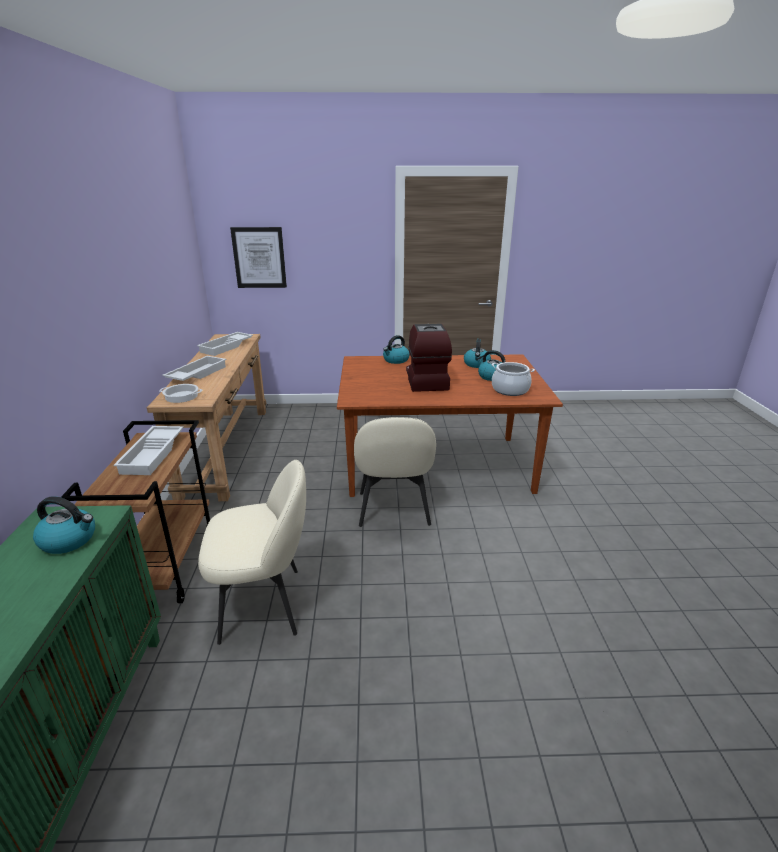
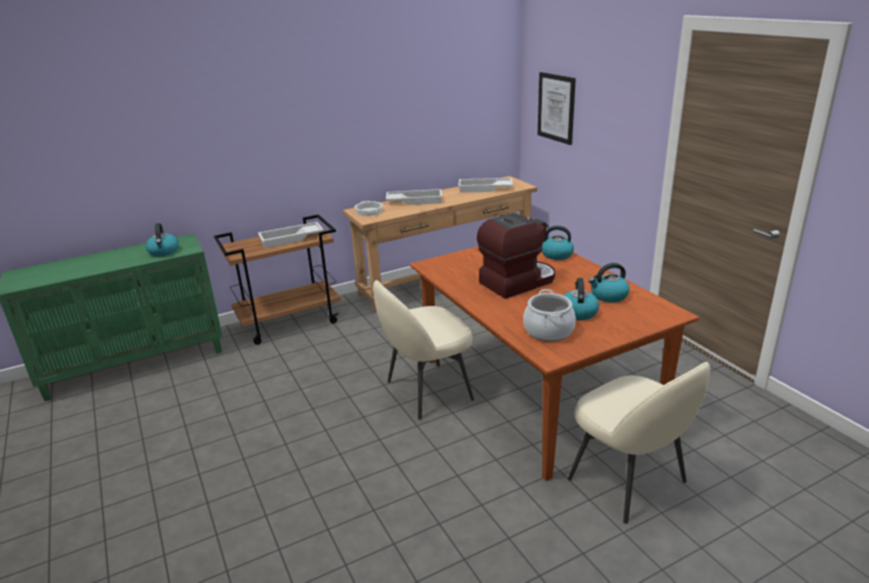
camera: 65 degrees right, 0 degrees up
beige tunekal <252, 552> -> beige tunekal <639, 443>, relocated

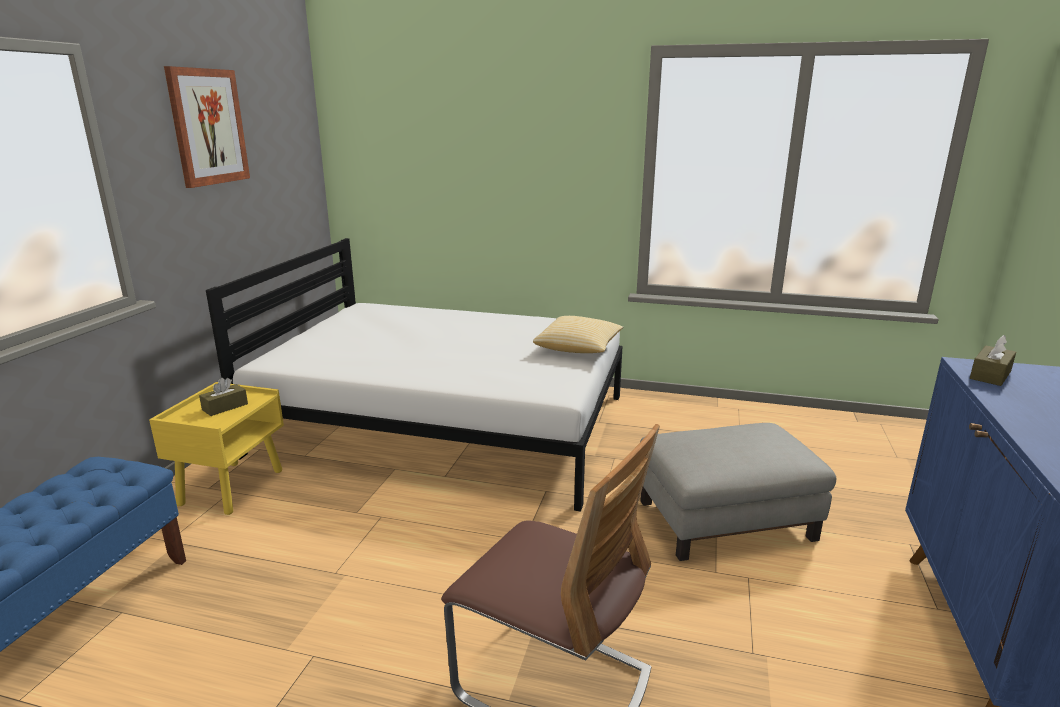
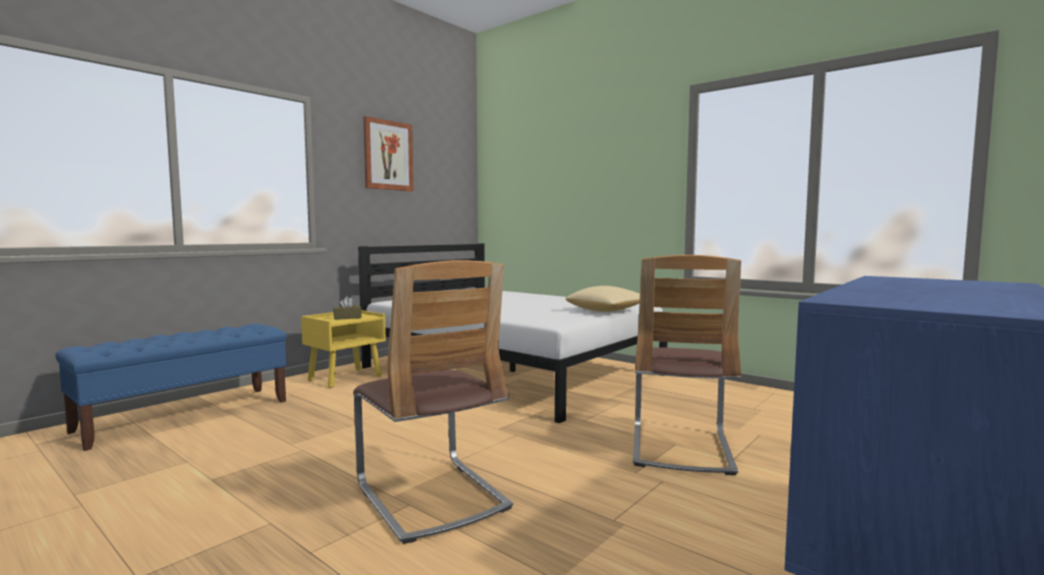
camera: 25 degrees right, 15 degrees down
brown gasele <993, 360> -> none
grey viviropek <738, 492> -> tunekal <687, 365>

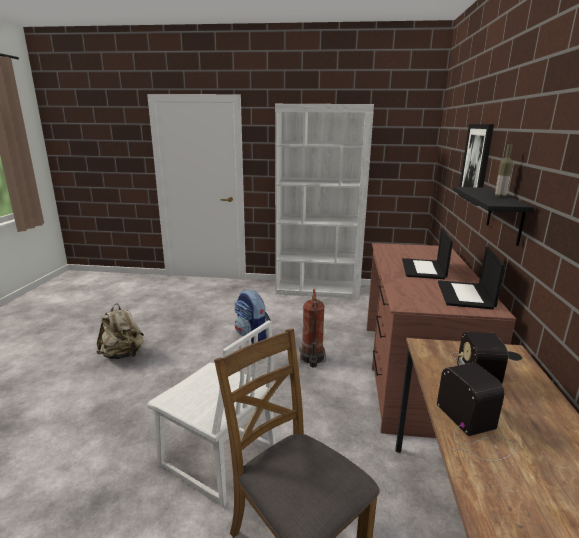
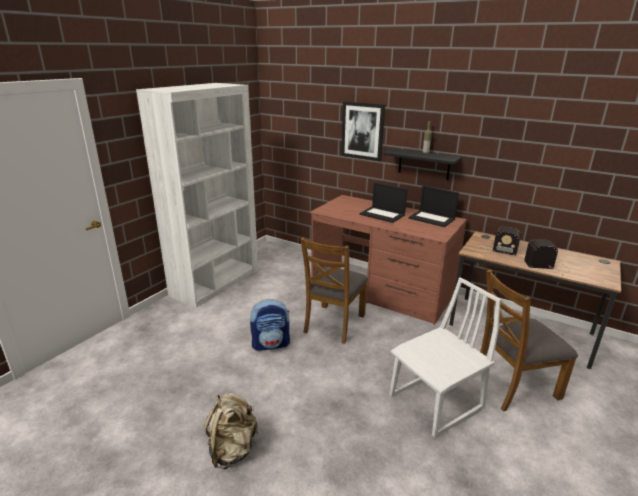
camera: 65 degrees left, 5 degrees up
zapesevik <312, 328> -> brown tunekal <334, 290>

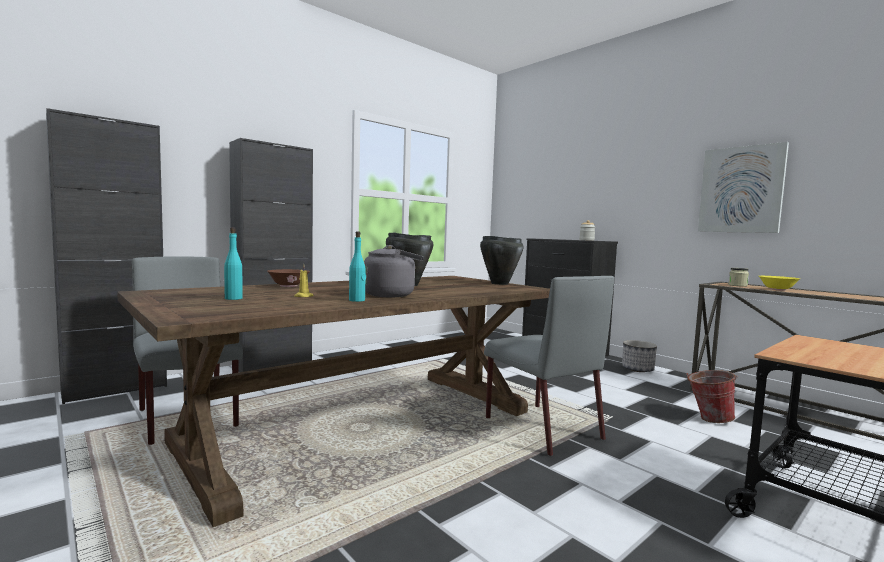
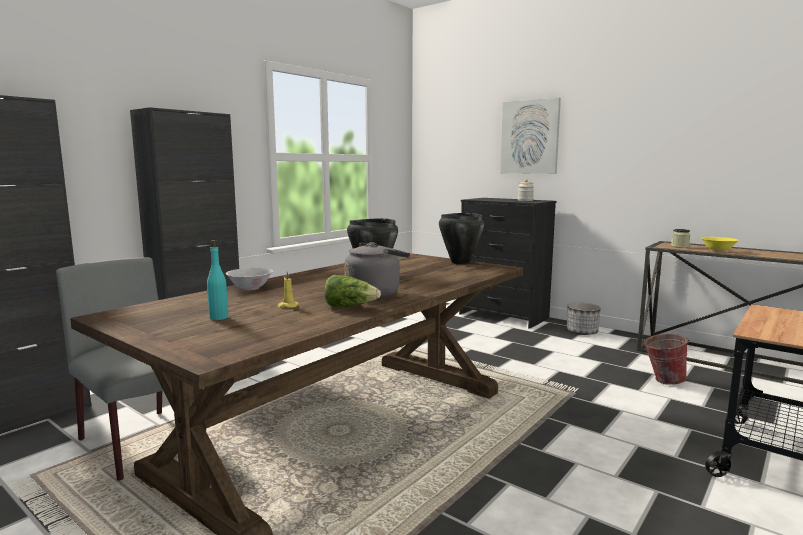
camera: 10 degrees left, 5 degrees up
grey tunekal <549, 366> -> none
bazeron <743, 187> -> bazeron <530, 136>, relocated
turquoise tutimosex <357, 266> -> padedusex <352, 291>
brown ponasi <288, 278> -> white ponasi <249, 279>

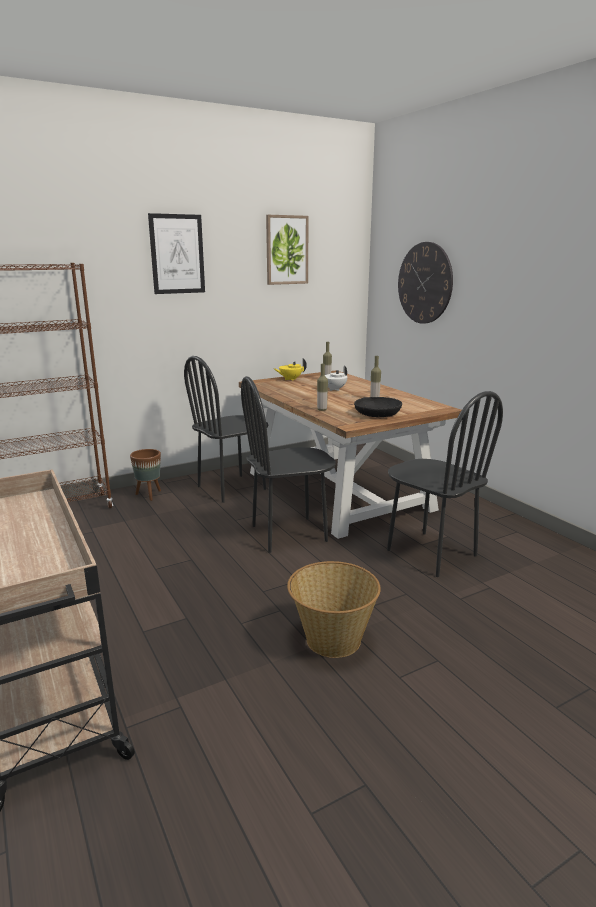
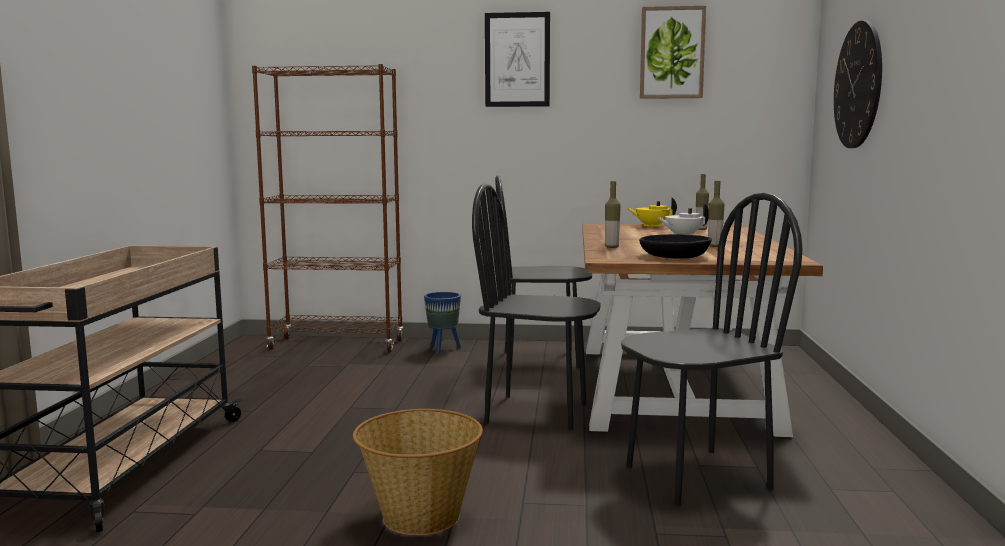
camera: 35 degrees right, 10 degrees down
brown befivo <145, 475> -> blue befivo <442, 323>
black tunekal <445, 484> -> black tunekal <712, 349>, 105 degrees counterclockwise

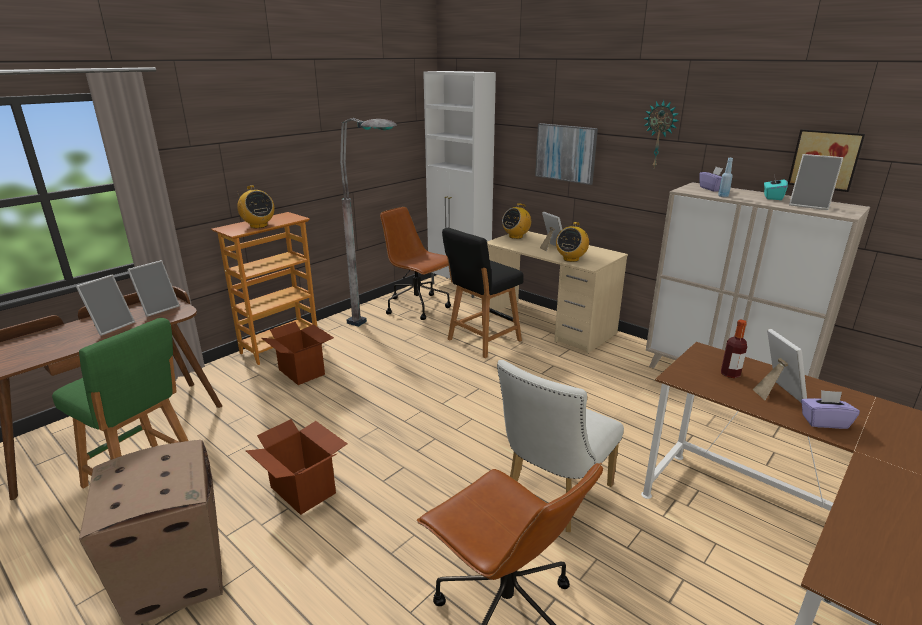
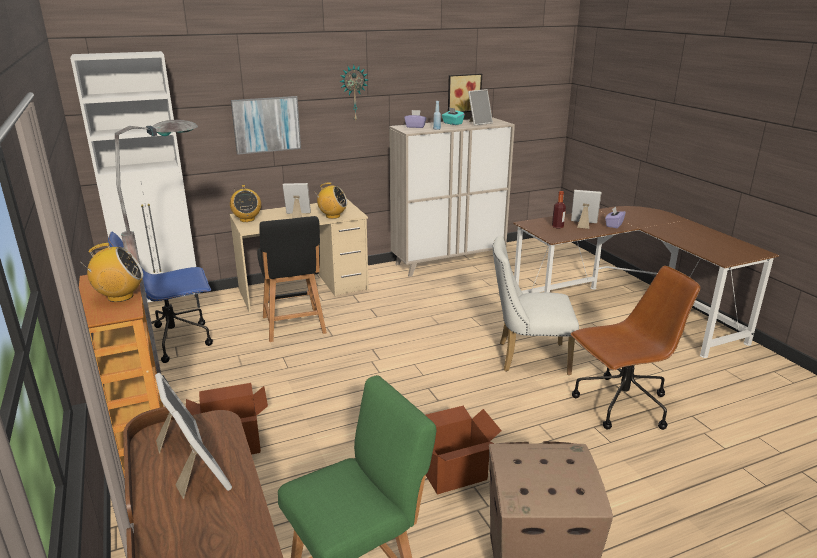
camera: 65 degrees left, 0 degrees up
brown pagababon <415, 263> -> blue pagababon <160, 297>
white tunekal <560, 446> -> white tunekal <536, 305>, 120 degrees clockwise
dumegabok <572, 242> -> dumegabok <330, 200>, 45 degrees counterclockwise

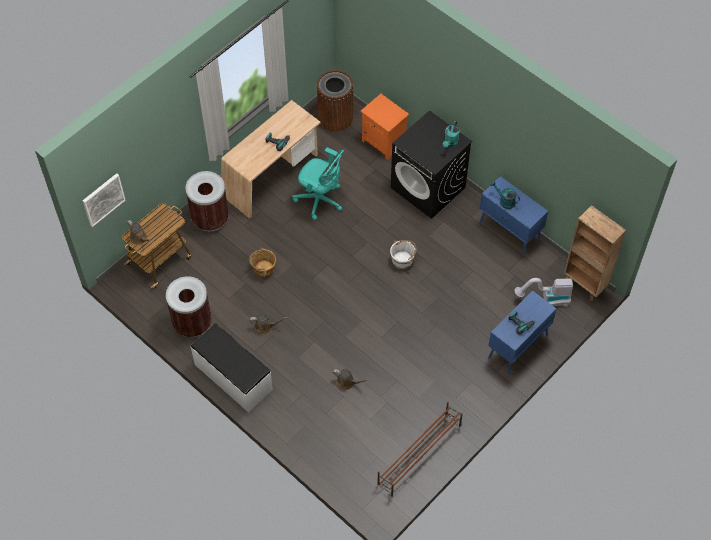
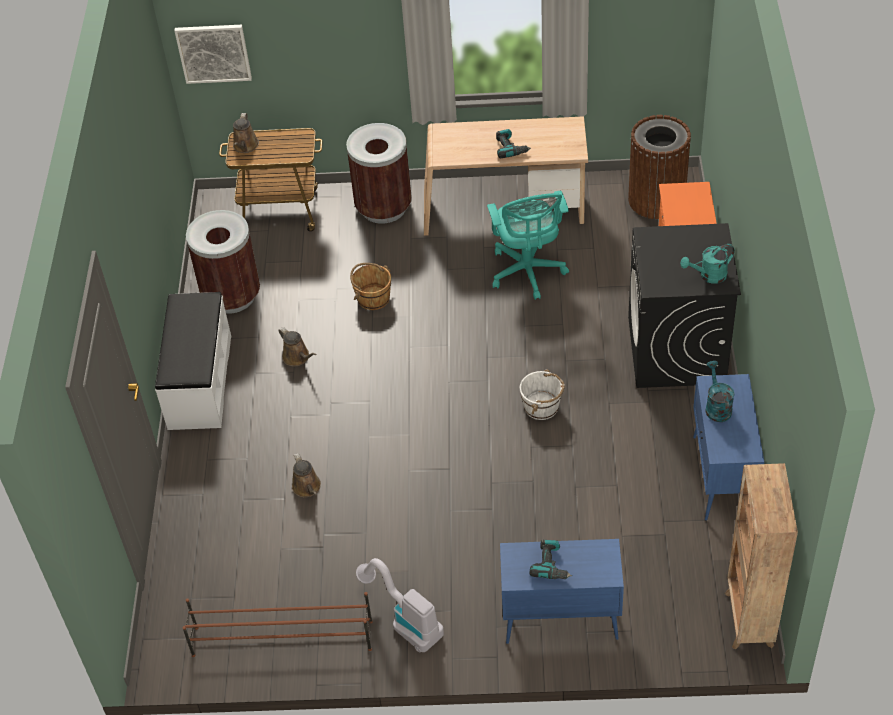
camera: 50 degrees right, 10 degrees down
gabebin <544, 292> -> gabebin <400, 605>, relocated

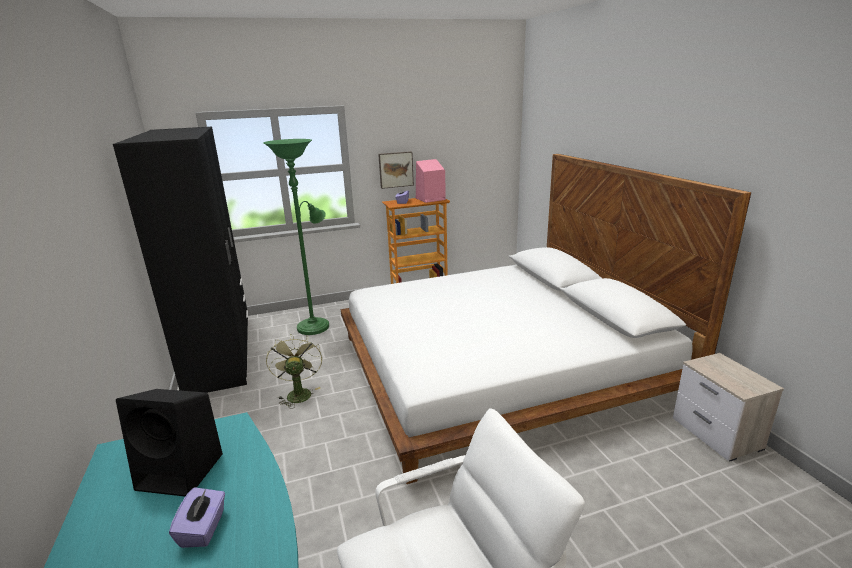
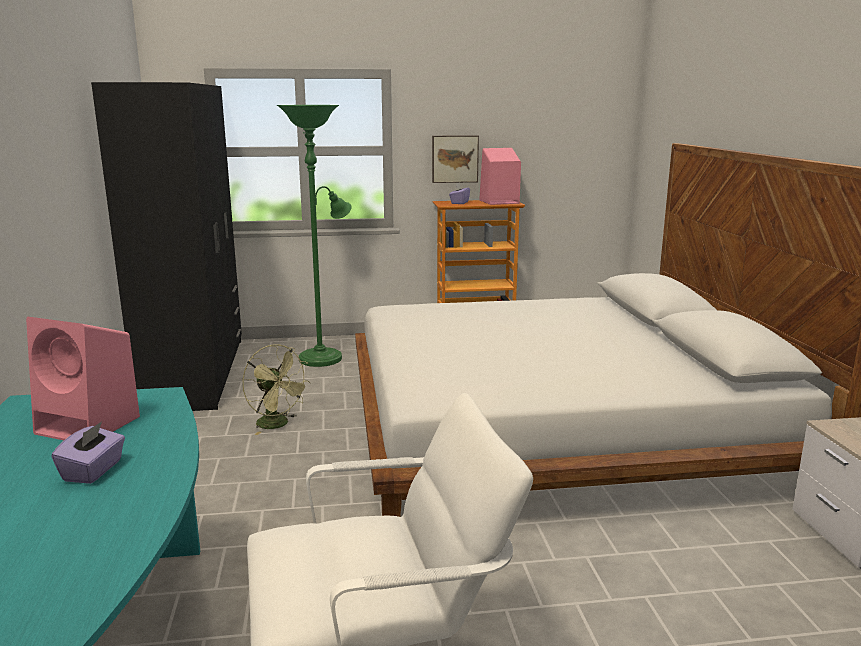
camera: 10 degrees right, 5 degrees down
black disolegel <169, 443> -> pink disolegel <83, 378>
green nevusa <294, 371> -> green nevusa <276, 389>, 135 degrees clockwise

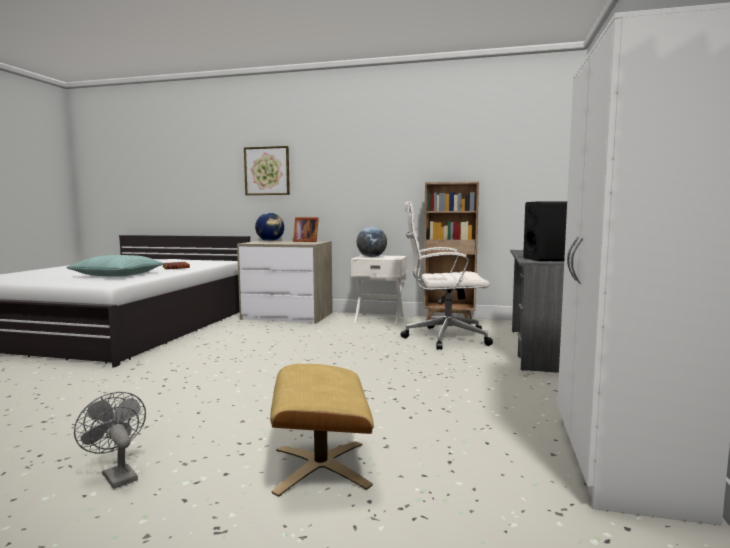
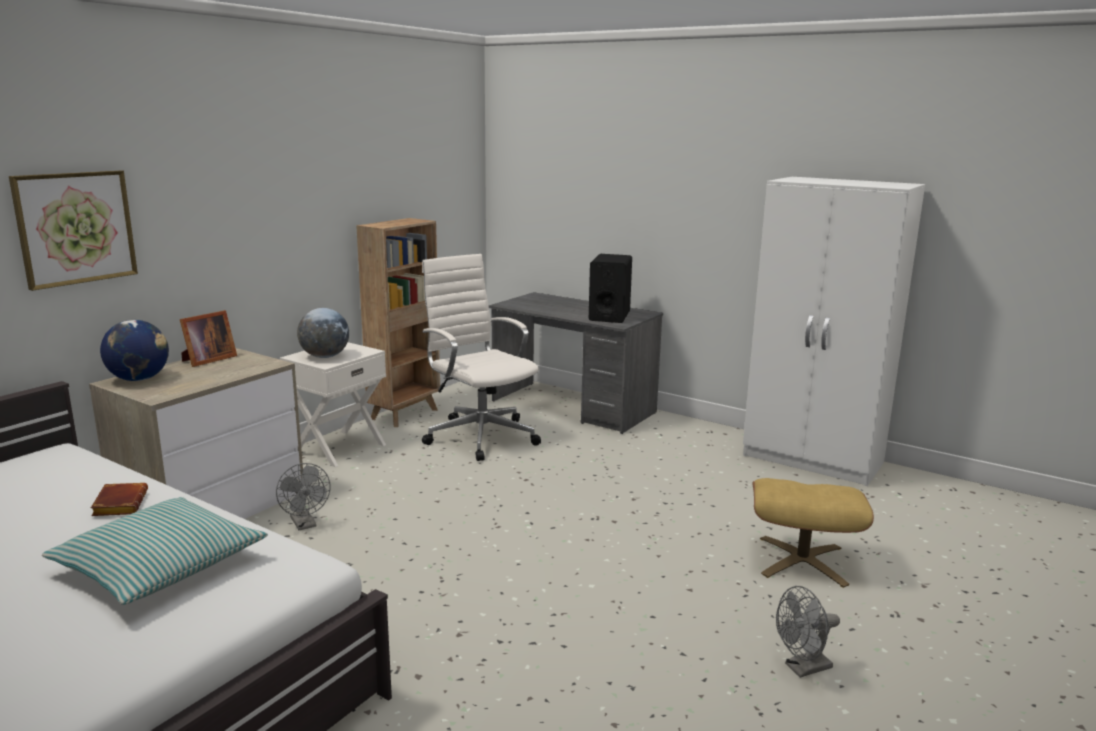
camera: 70 degrees left, 10 degrees up
none -> grey nevusa <303, 496>
white pagababon <446, 275> -> white pagababon <481, 357>, 120 degrees clockwise

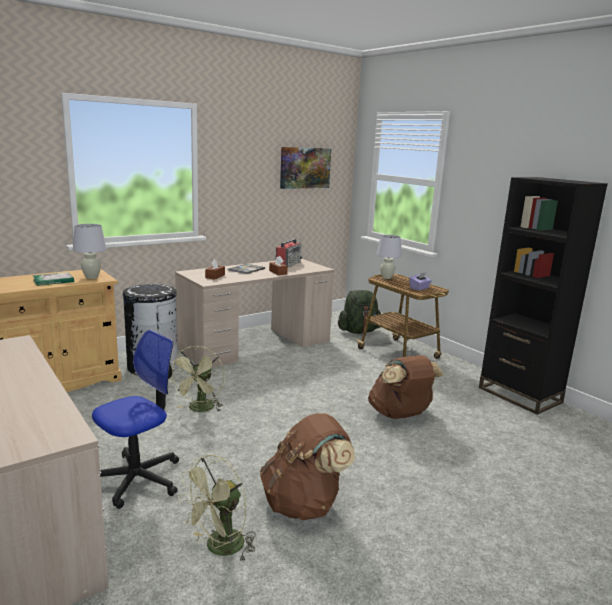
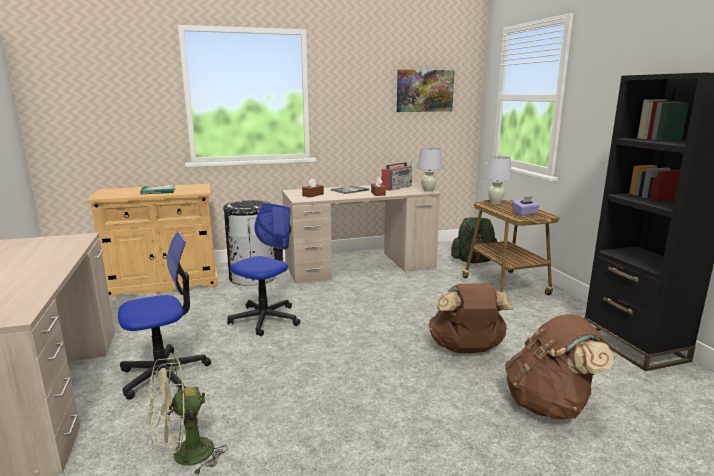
camera: 20 degrees right, 0 degrees up
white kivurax <90, 251> -> white kivurax <430, 169>, relocated
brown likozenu <308, 466> -> brown likozenu <559, 366>, relocated
green nevusa <197, 379> -> pagababon <263, 269>

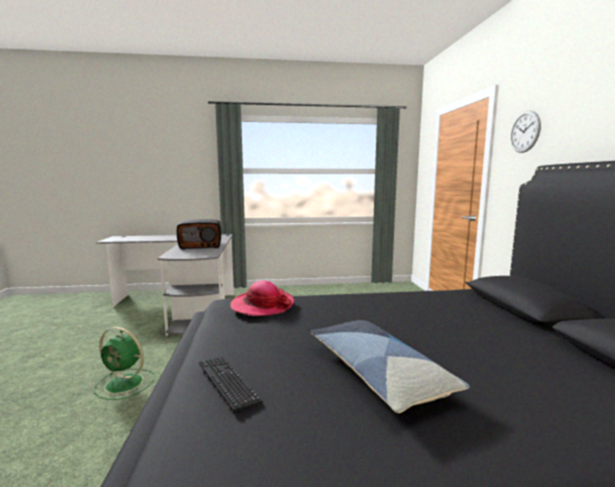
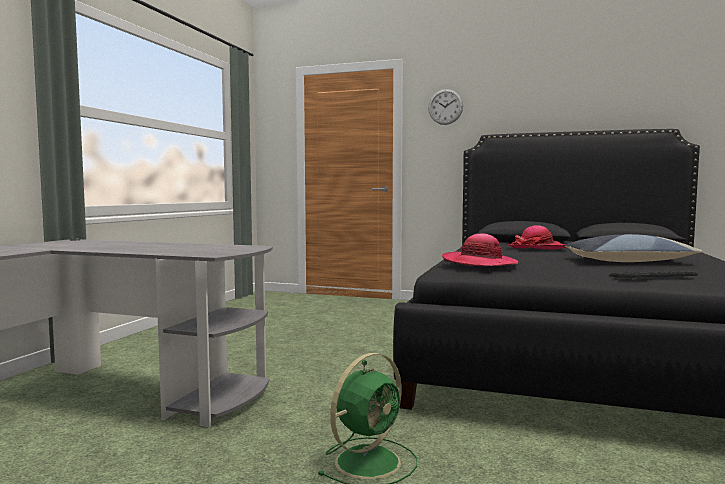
camera: 65 degrees left, 5 degrees down
dumegabok <199, 234> -> none
none -> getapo <537, 237>

